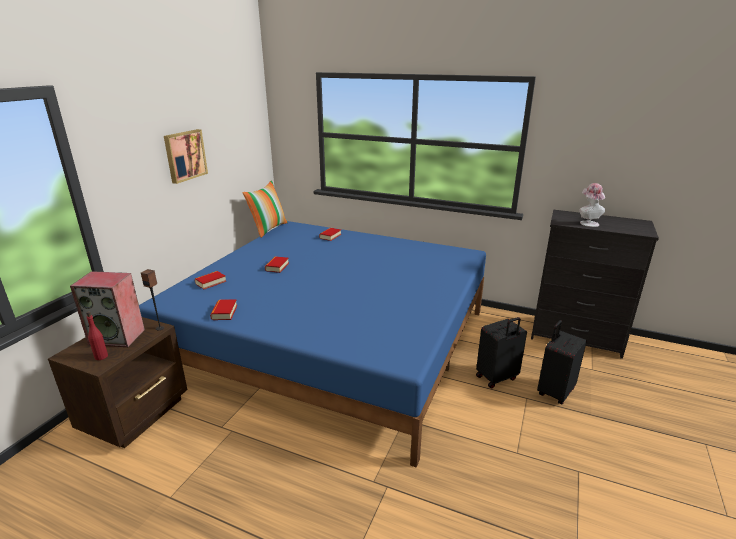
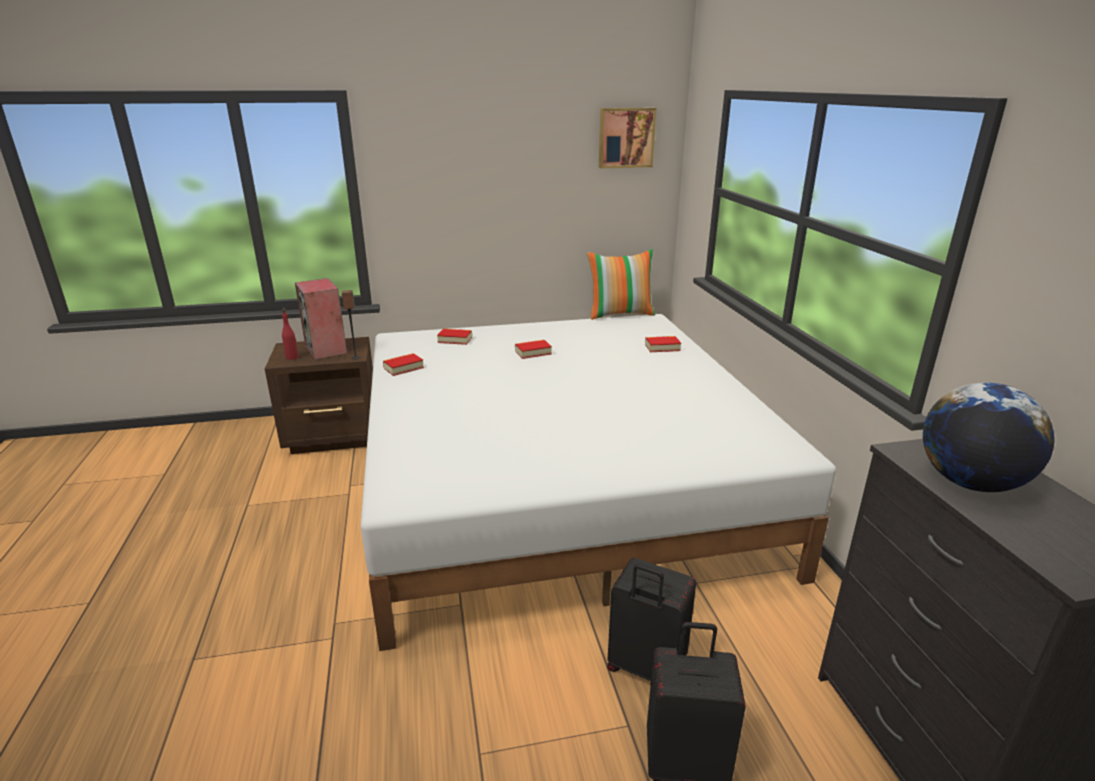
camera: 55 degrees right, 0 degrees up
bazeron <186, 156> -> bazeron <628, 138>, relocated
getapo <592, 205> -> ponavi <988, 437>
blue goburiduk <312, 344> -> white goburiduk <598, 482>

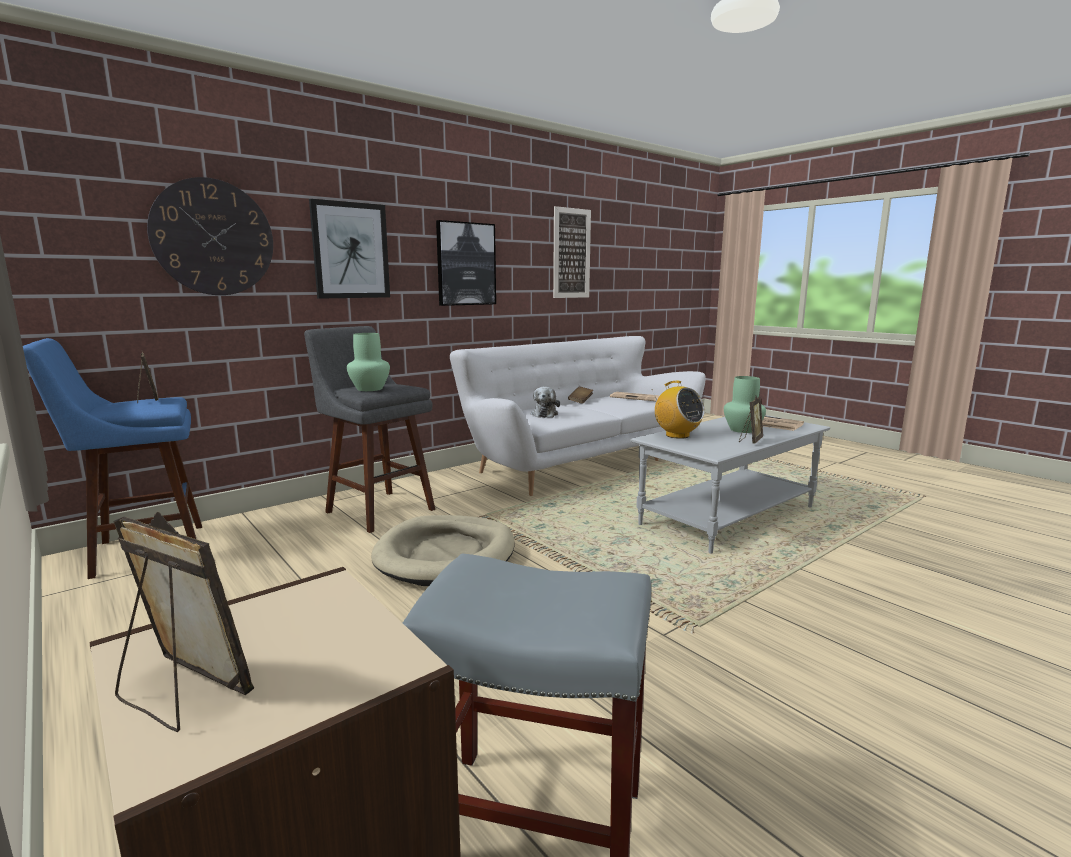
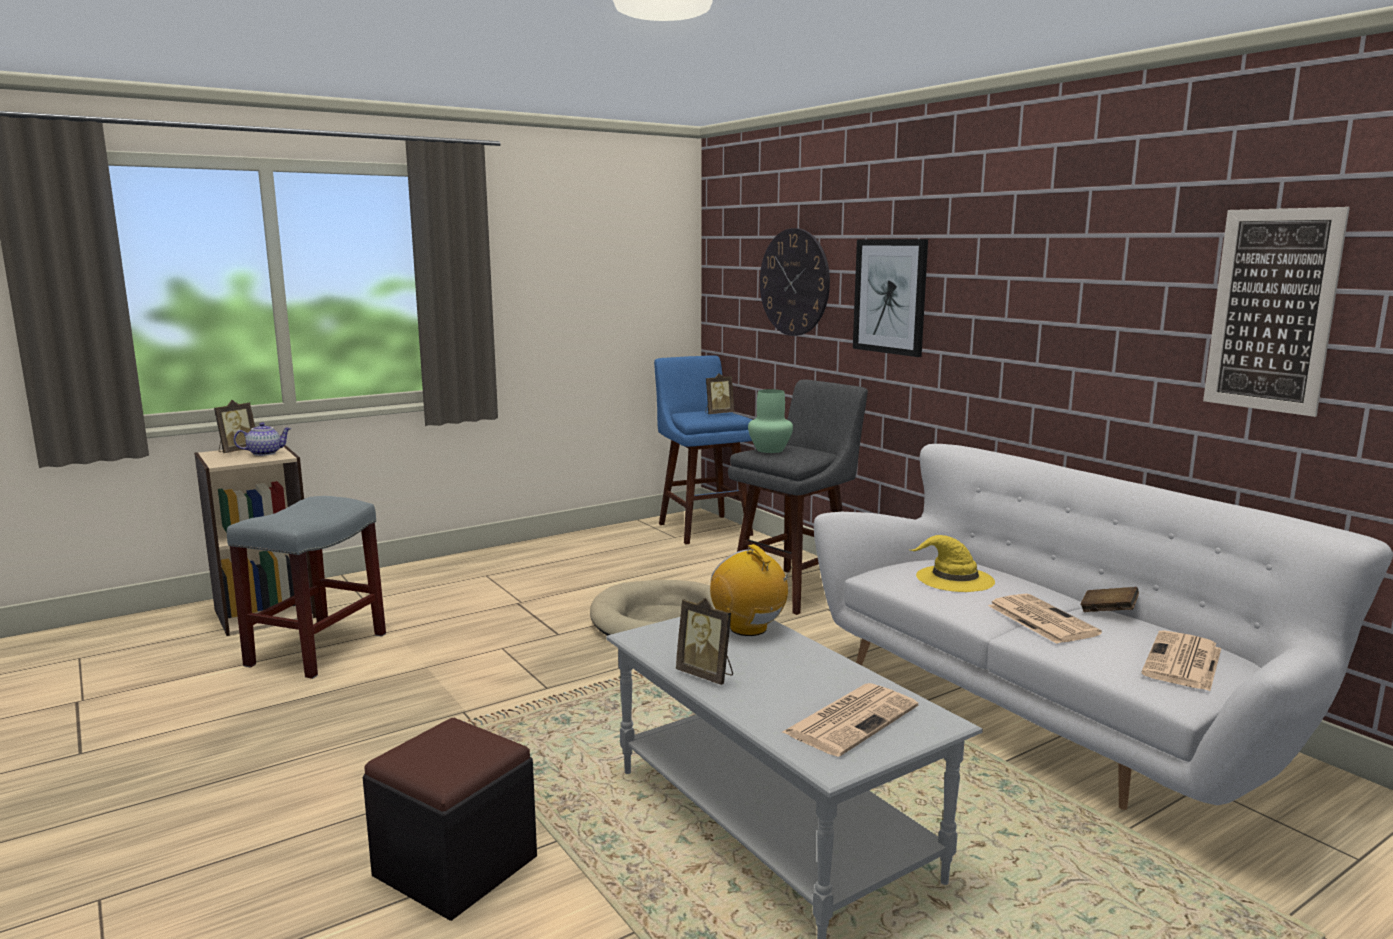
camera: 95 degrees right, 0 degrees up
bazeron <466, 263> -> none
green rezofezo <745, 404> -> none
none -> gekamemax <262, 439>
none -> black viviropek <450, 819>
none -> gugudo <1045, 619>
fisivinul <545, 402> -> yellow getapo <952, 563>
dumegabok <678, 410> -> dumegabok <751, 590>, 90 degrees clockwise

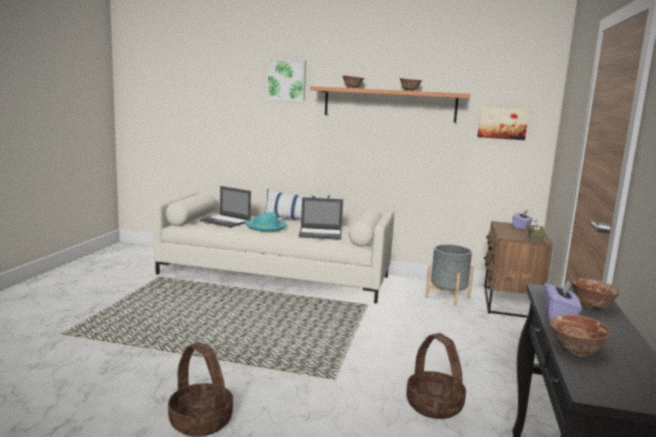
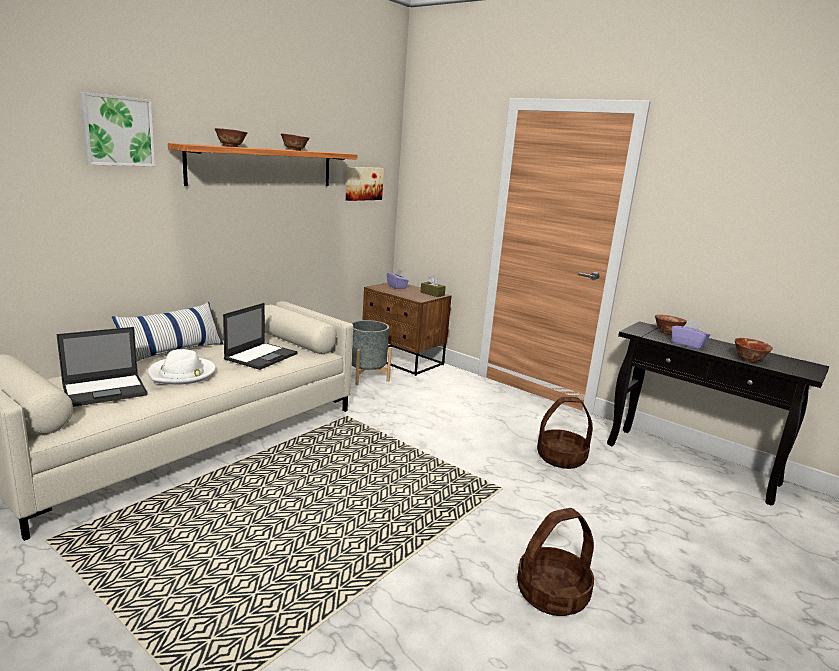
camera: 65 degrees left, 5 degrees up
turquoise getapo <266, 222> -> white getapo <182, 367>

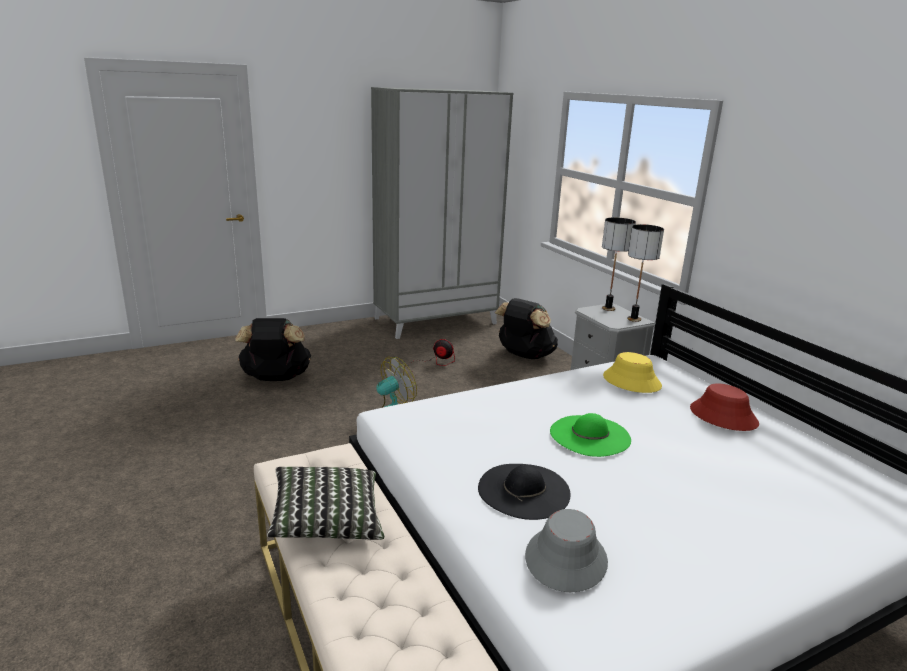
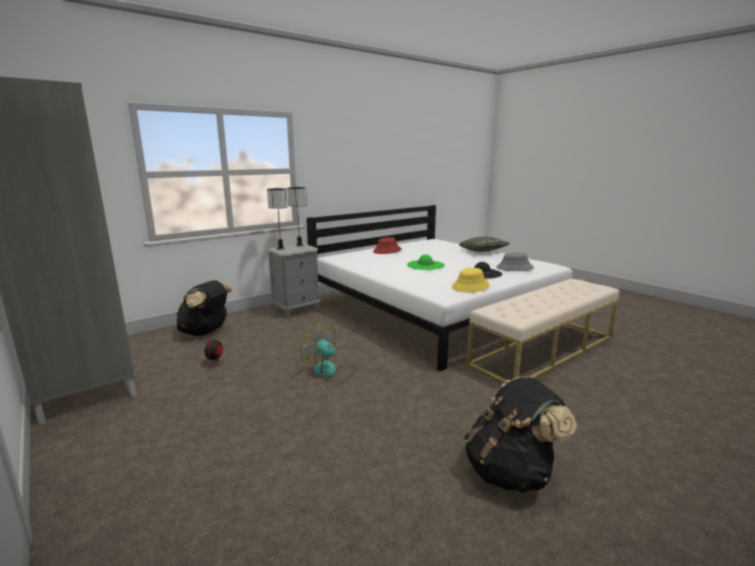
camera: 100 degrees left, 5 degrees down
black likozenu <273, 349> -> black likozenu <520, 435>, relocated
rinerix <326, 503> -> rinerix <484, 244>, relocated
yellow getapo <632, 372> -> yellow getapo <471, 280>, relocated

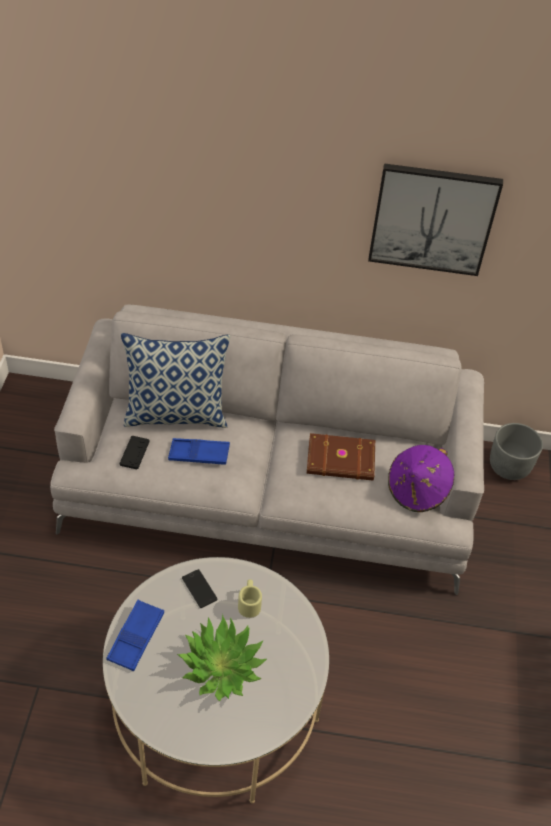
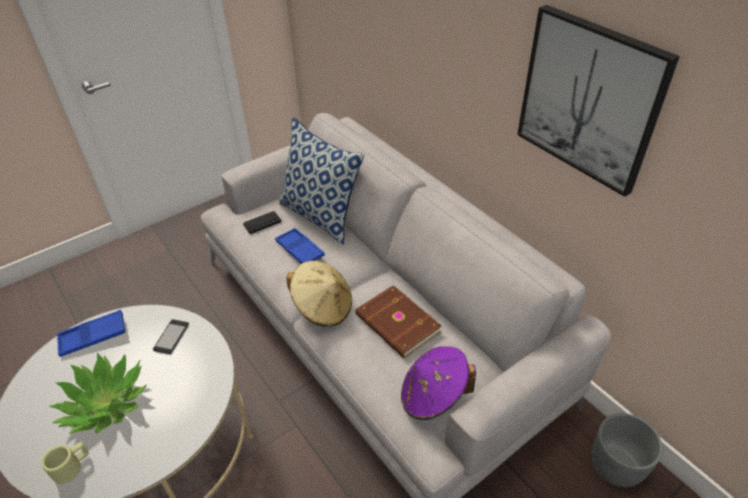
camera: 50 degrees right, 5 degrees down
none -> beige getapo <319, 294>
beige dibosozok <250, 599> -> beige dibosozok <65, 463>, relocated

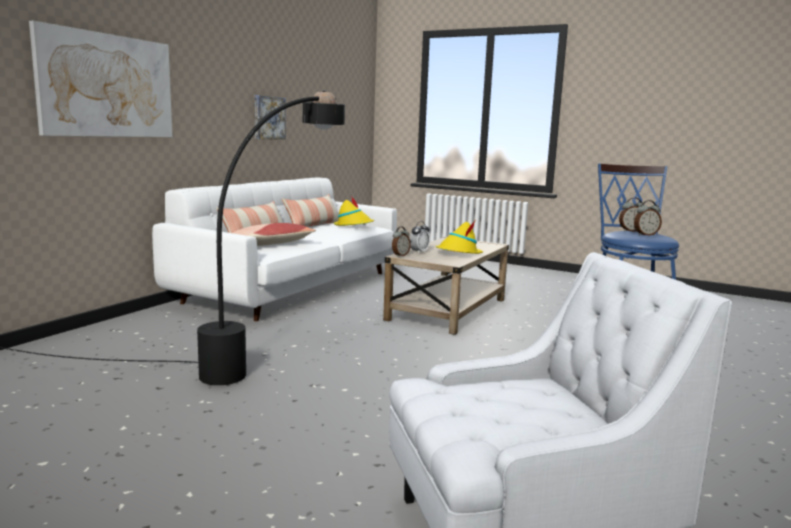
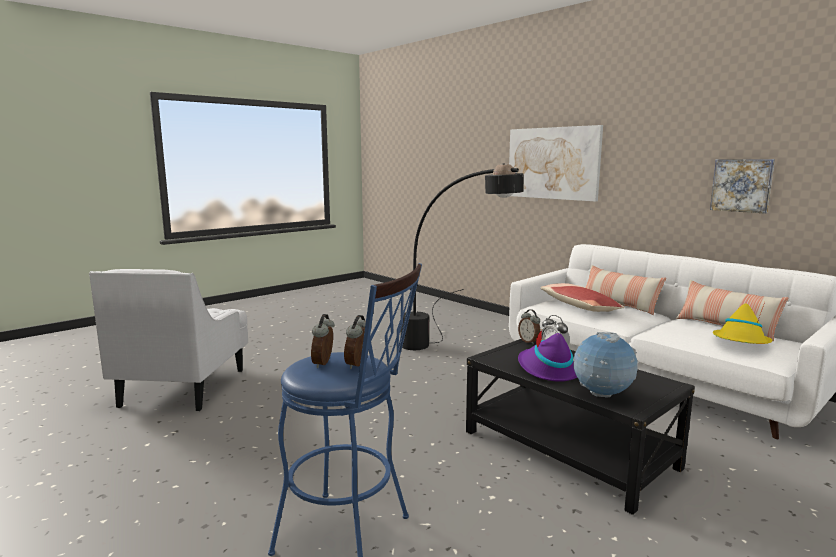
camera: 110 degrees right, 0 degrees up
none -> ponavi <605, 364>
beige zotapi <446, 286> -> black zotapi <580, 427>
yellow getapo <459, 237> -> purple getapo <547, 356>

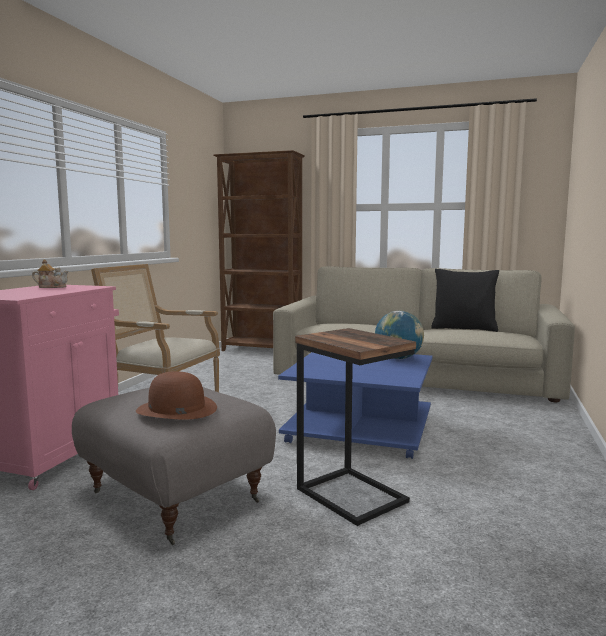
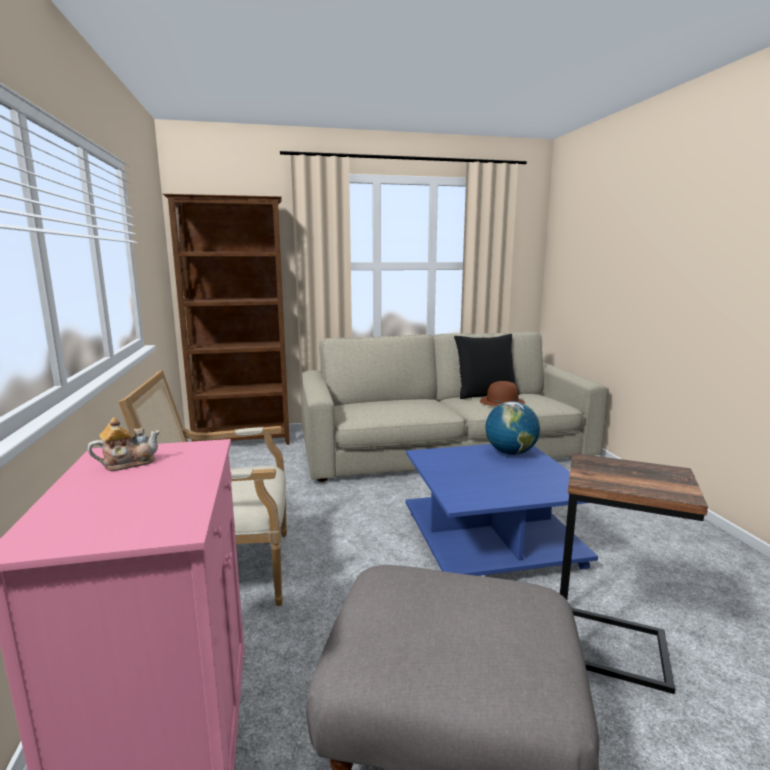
camera: 30 degrees left, 5 degrees up
brown getapo <176, 395> -> brown getapo <502, 393>, relocated

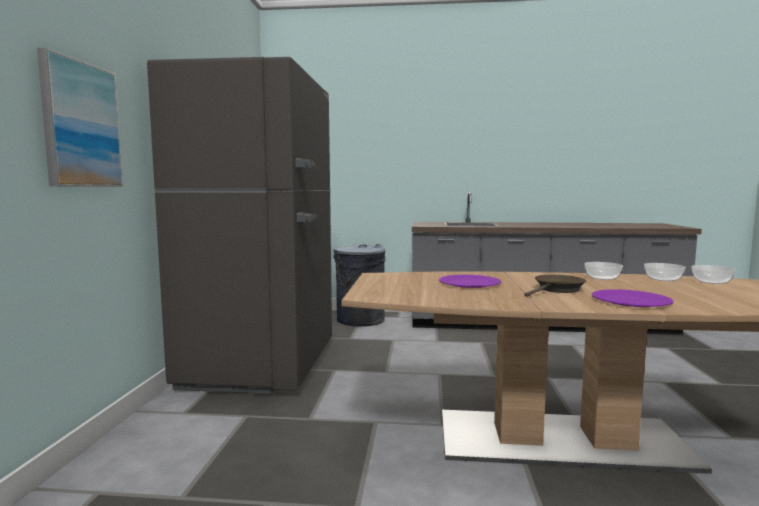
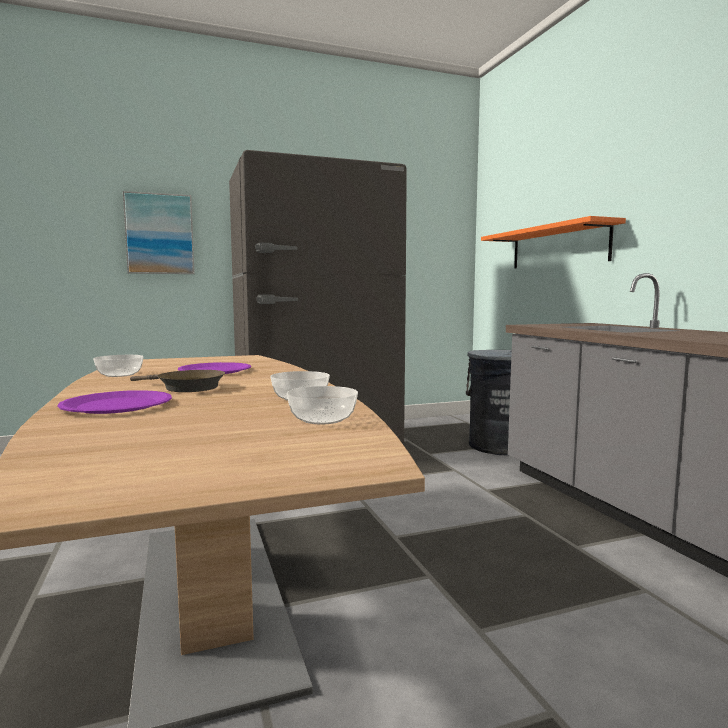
camera: 65 degrees right, 0 degrees up
none -> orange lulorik <553, 242>
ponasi <713, 274> -> ponasi <118, 366>, relocated

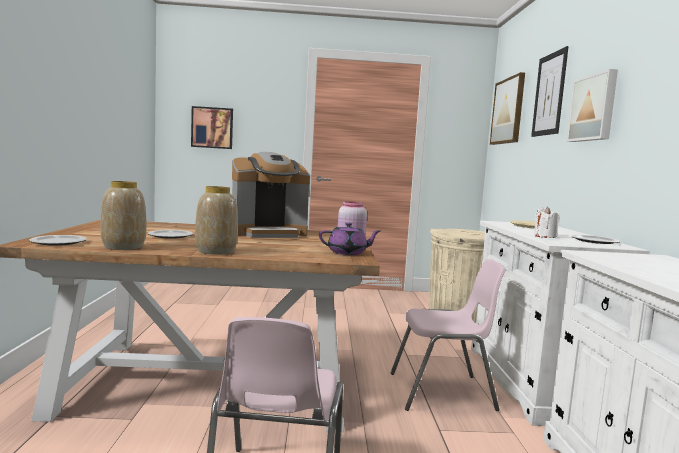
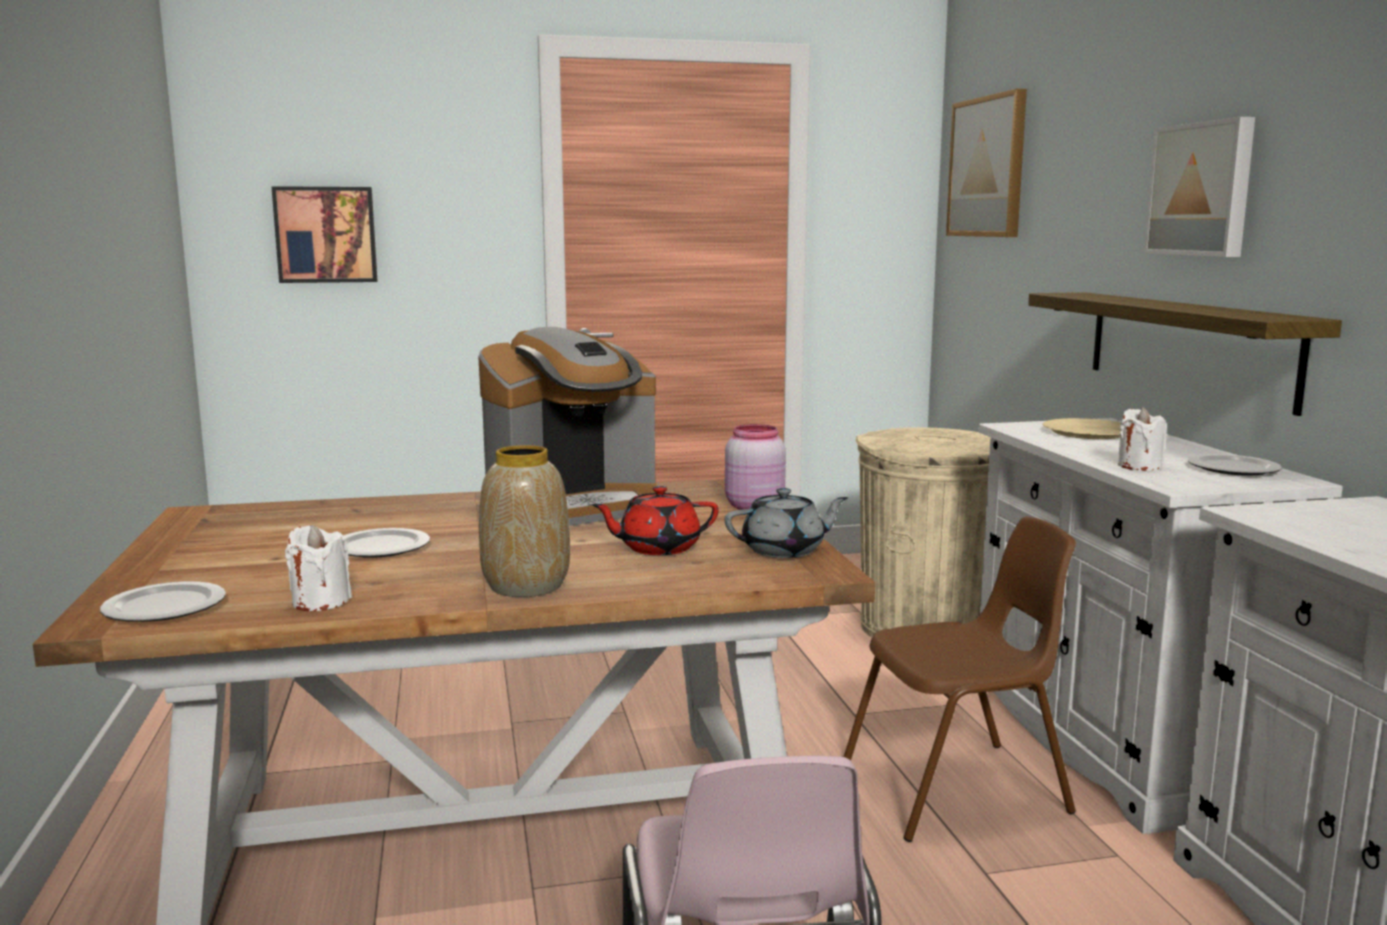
camera: 10 degrees left, 5 degrees up
bazeron <550, 91> -> none
none -> red gekamemax <655, 520>
none -> lulorik <1185, 354>
rezofezo <123, 215> -> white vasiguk <318, 568>
purple gekamemax <349, 239> -> grey gekamemax <786, 523>
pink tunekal <448, 335> -> brown tunekal <960, 679>

